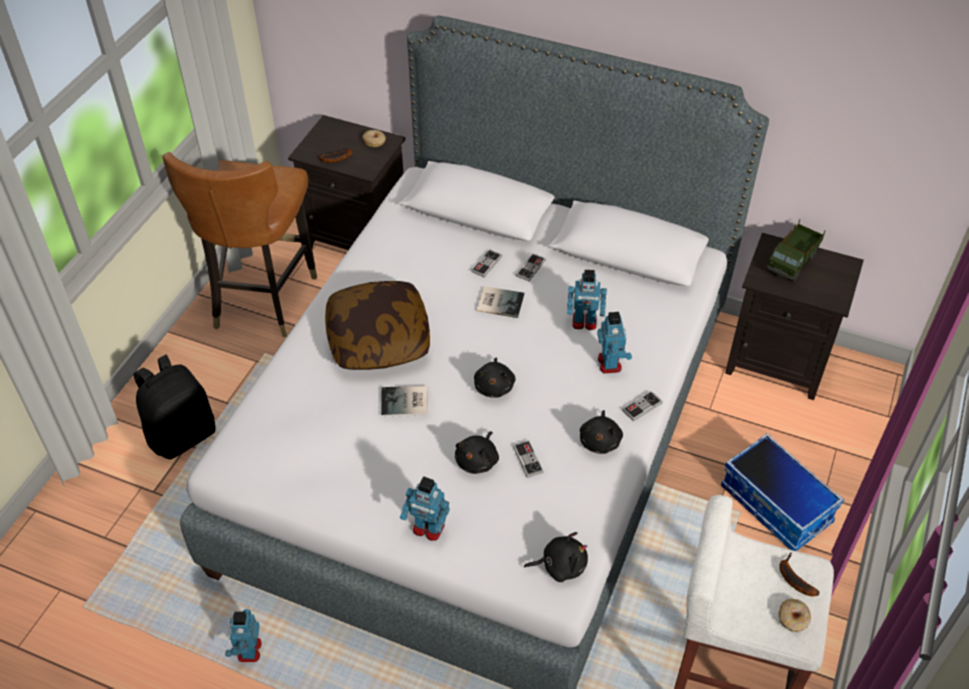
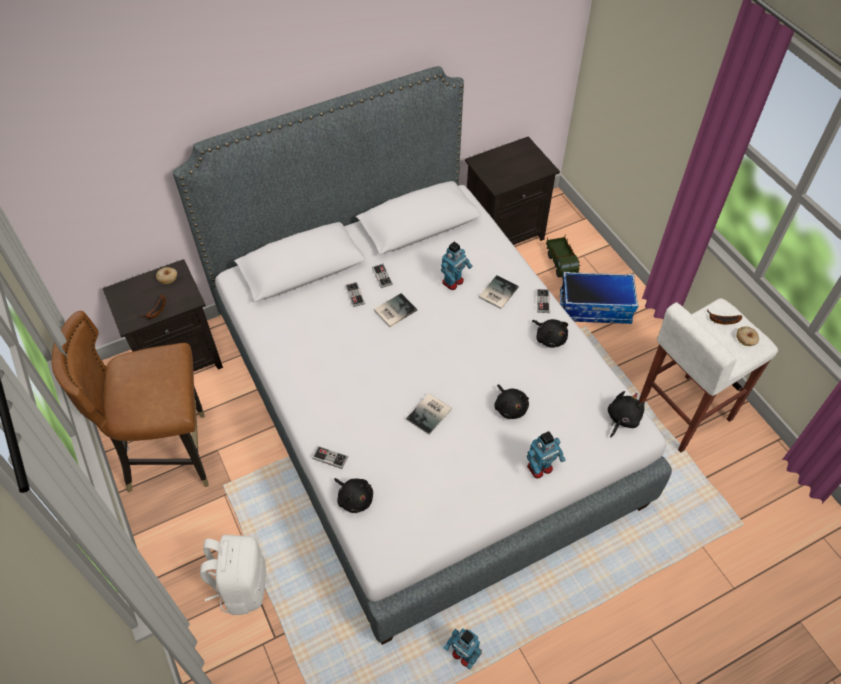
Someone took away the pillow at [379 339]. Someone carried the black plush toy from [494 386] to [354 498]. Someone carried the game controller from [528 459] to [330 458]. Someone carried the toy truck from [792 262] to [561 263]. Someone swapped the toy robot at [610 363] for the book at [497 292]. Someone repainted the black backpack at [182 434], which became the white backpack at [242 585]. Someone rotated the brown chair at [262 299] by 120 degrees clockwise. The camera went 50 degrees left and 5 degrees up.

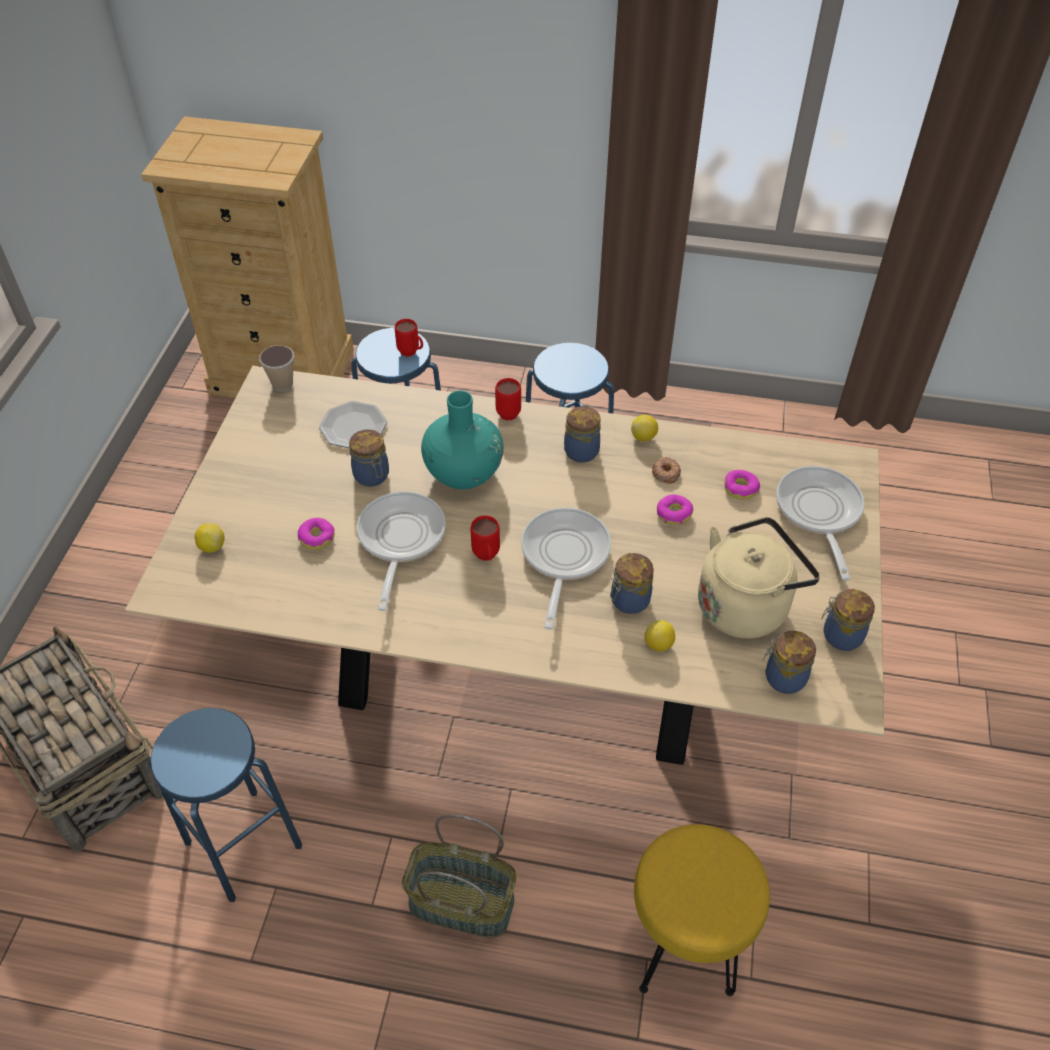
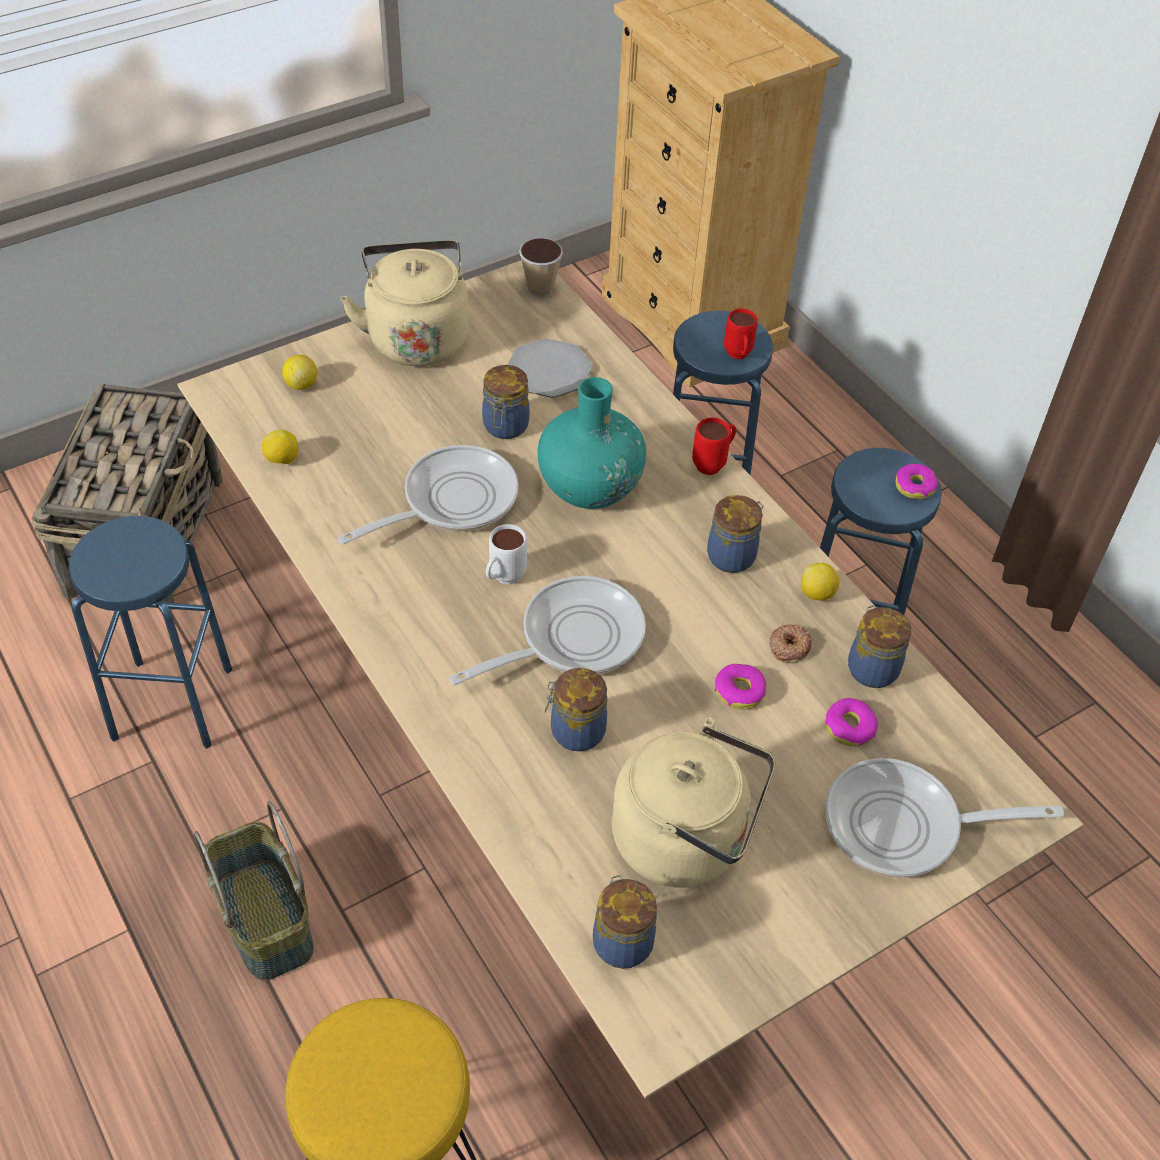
Someone put down the beige kettle at [416 336]. Someone carried the donut from [317 537] to [914 486]. Someone carried the lemon from [658 644] to [282 460]. Someone carried the jar from [840 635] to [871 668]. Someone repainted the red mug at [486 557], which became the white mug at [503 579]. Someone rotated the frying pan at [819 513] by 135 degrees counterclockwise. The camera went 45 degrees right and 0 degrees up.

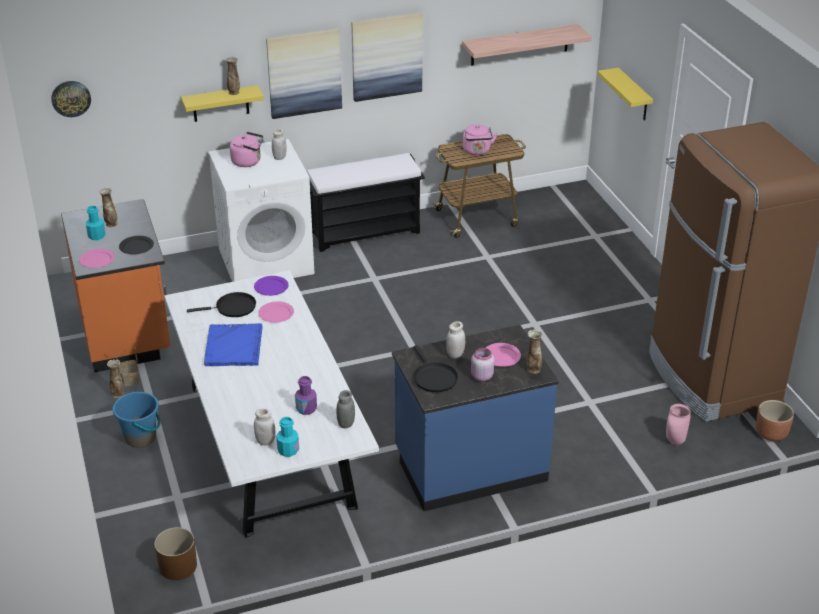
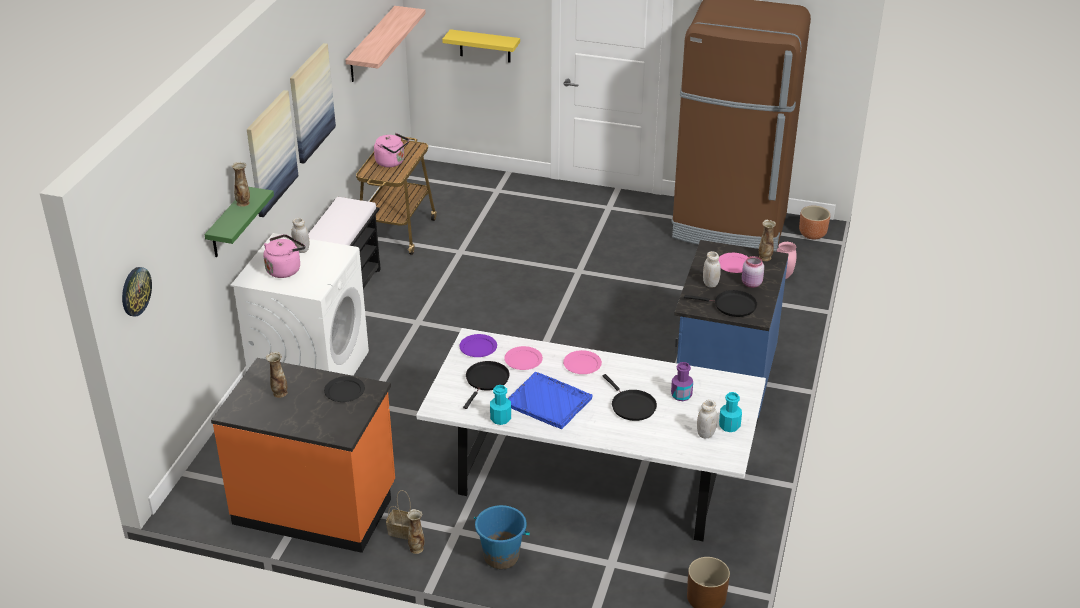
Someone took away the grey jar at [346 423]. Someone put down the black frying pan at [631 406]. Someone carried the pink plate from [97 260] to [582 364]. Someone carried the turquoise bottle from [96 236] to [500 418]. Someone repainted the yellow shelf at [220 104], which became the green shelf at [228 224]. The camera went 55 degrees left and 0 degrees up.

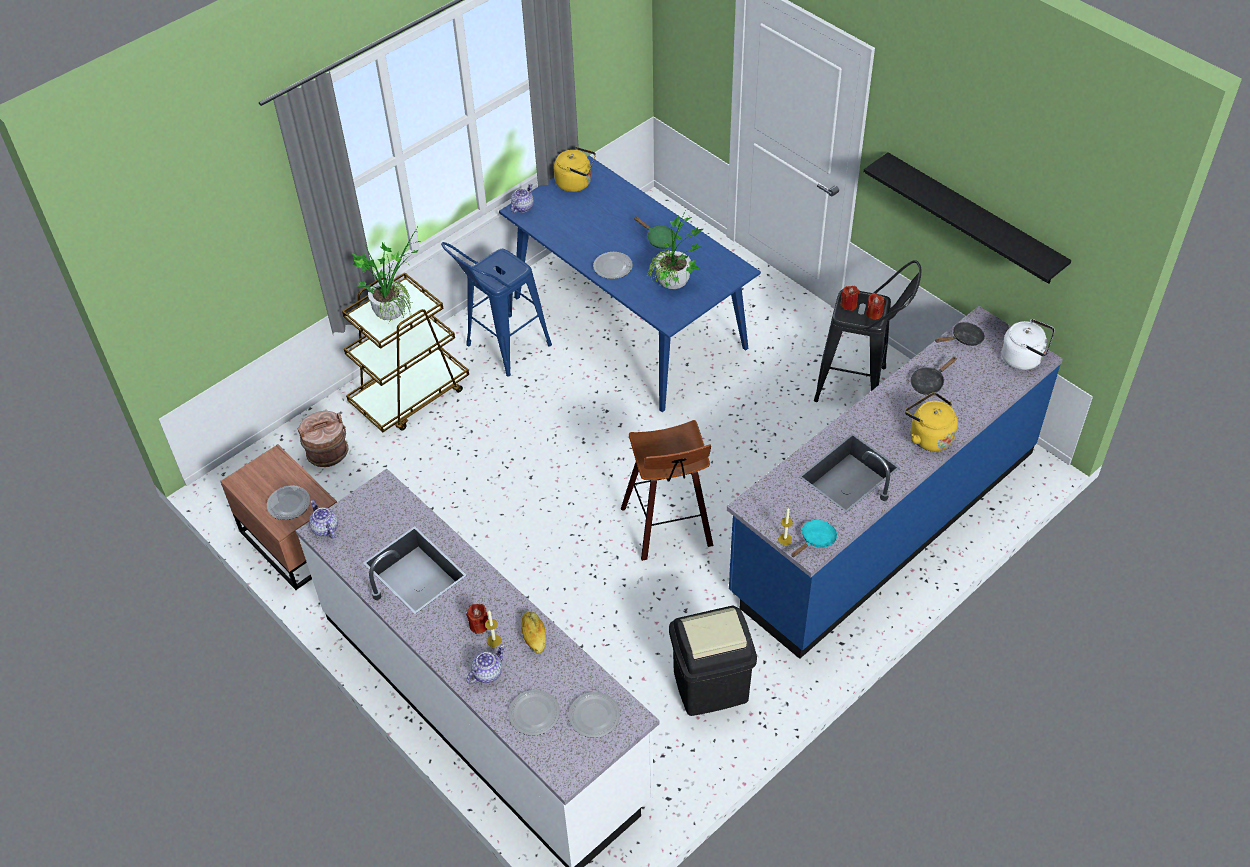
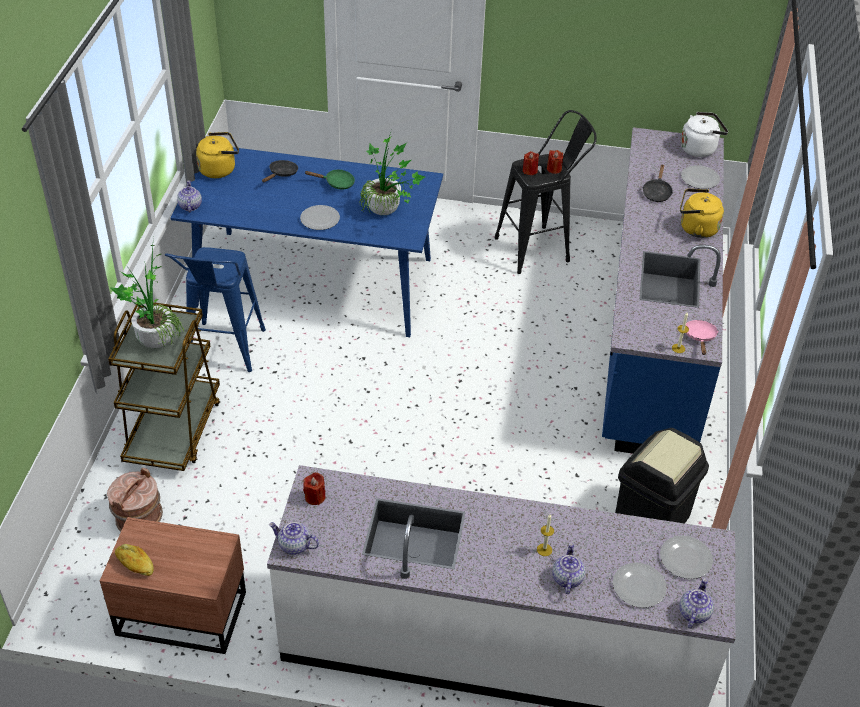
Someone took away the stool at [670 528]. Someone took away the black shelf at [973 219]. Someone put down the teapot at [693 613]. Someone carried the plate from [288 504] to [699 179]. Someone carried the red candle from [479 625] to [315 497]. Someone carried the bread from [534 635] to [135 564]. Someone carried the black frying pan from [964 339] to [282 174]. Someone repainted the turquoise frying pan at [816 540], which became the pink frying pan at [700 337]. The camera went 40 degrees left and 5 degrees down.

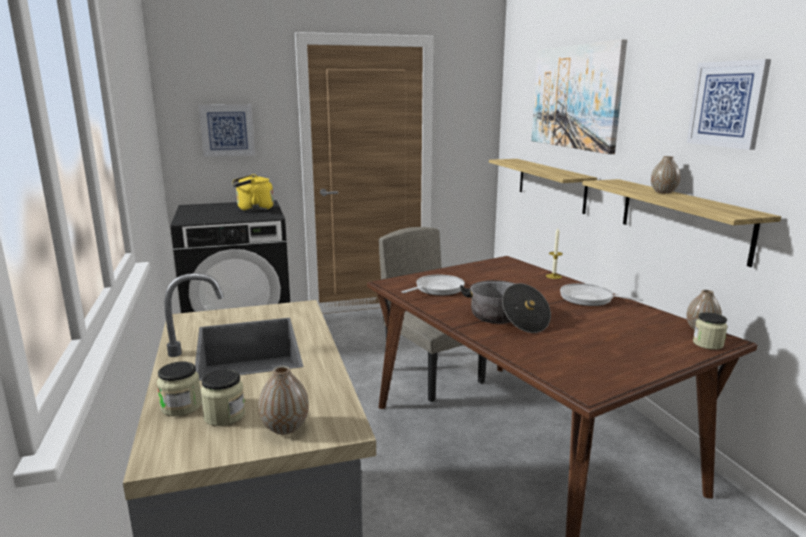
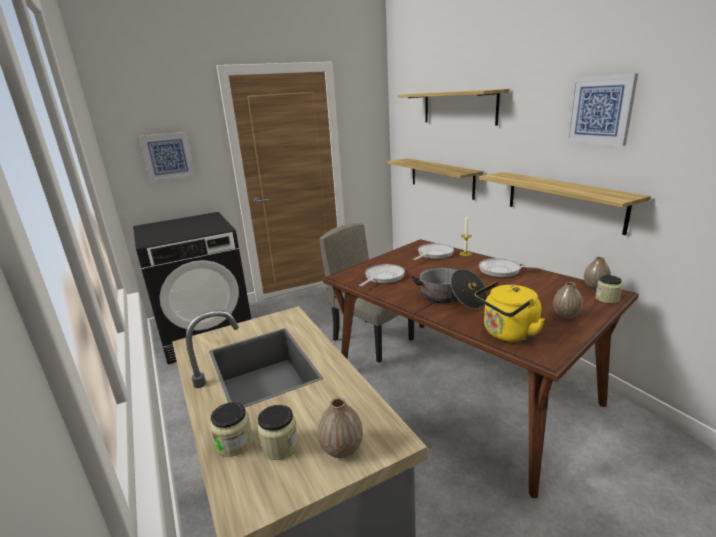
Someone put down the frying pan at [434 254]. Someone carried the yellow kettle from [253 209] to [507 334]. Someone carried the vase from [663 192] to [566 315]. Someone swapped the picture at [575 97] for the shelf at [458 107]. The camera went 10 degrees left and 5 degrees up.

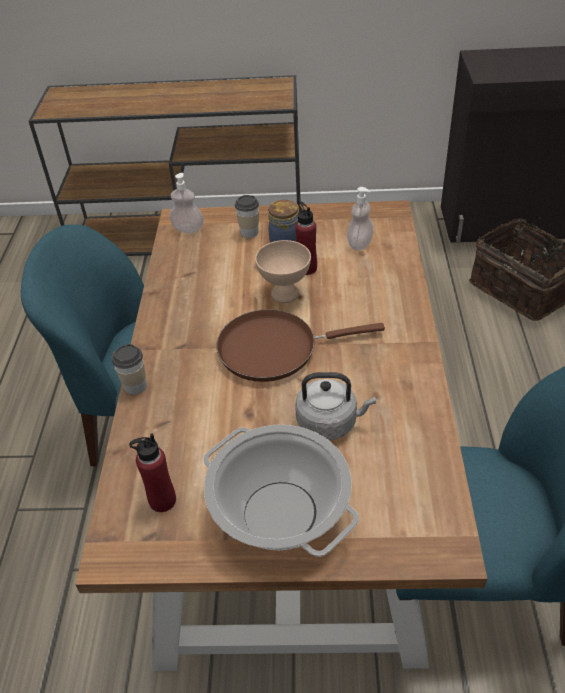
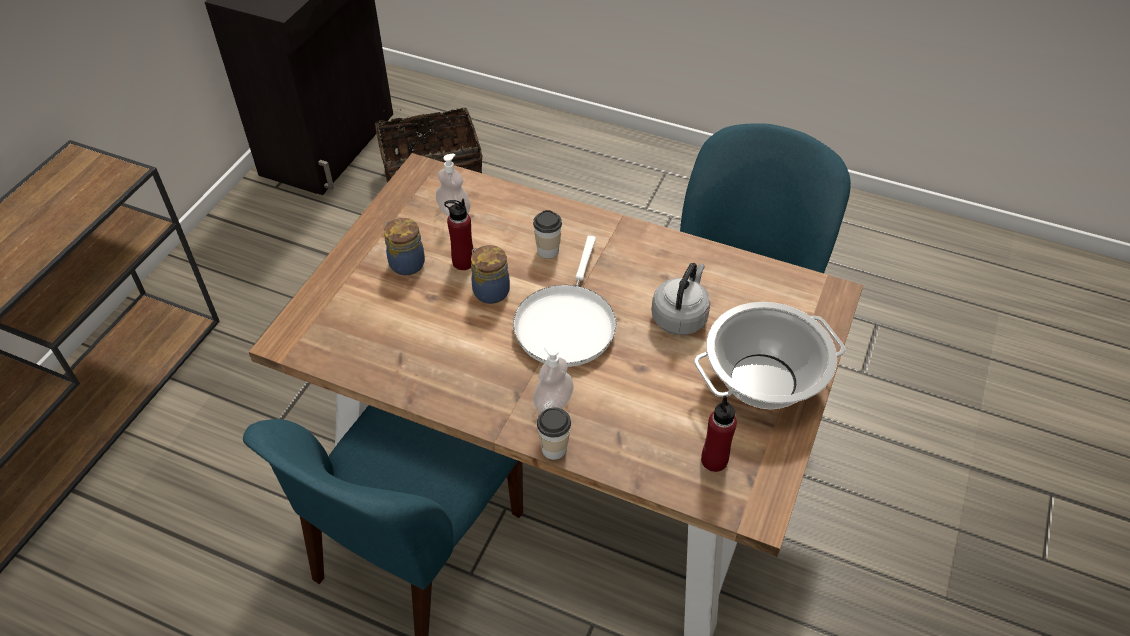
Someone carried the soap dispenser from [188 229] to [553 402]. Someone carried the cup from [249 232] to [548 251]. Someone swapped the beige bowl at [284 293] for the jar at [490 291]. Someone repainted the brown frying pan at [274 349], which became the white frying pan at [566 324]. The camera went 70 degrees left and 5 degrees up.

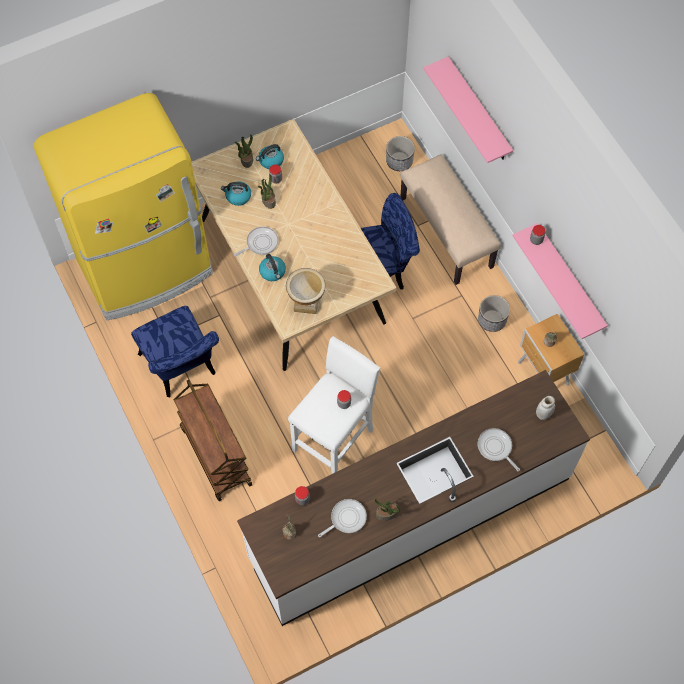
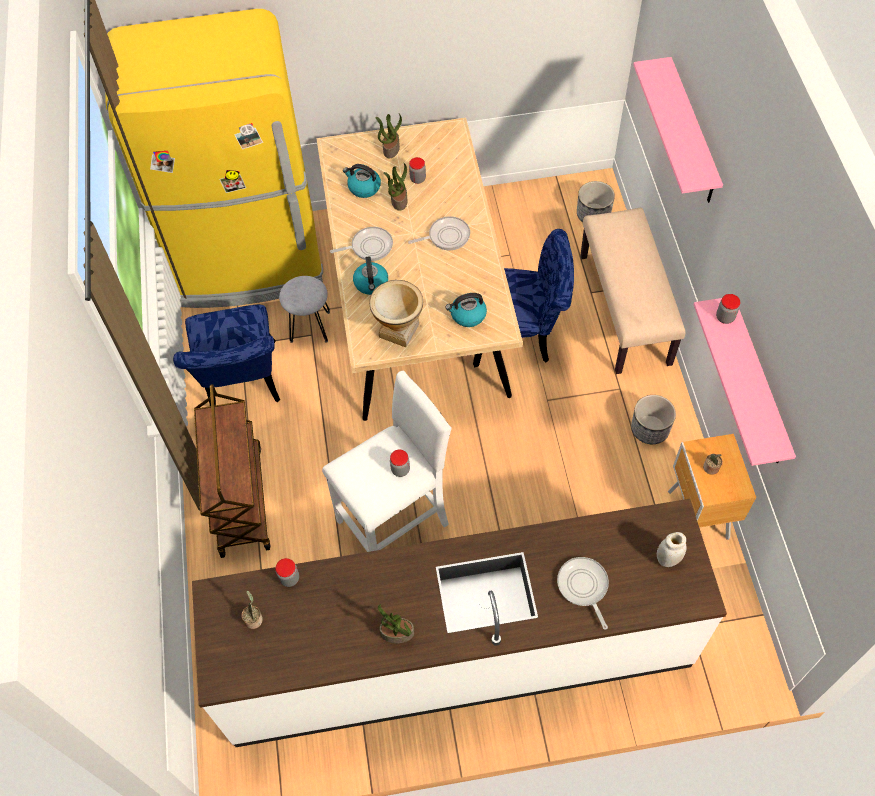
Someone put down the grey stool at [310 326]. Someone carried the kettle from [271 161] to [467 315]. Someone carried the frying pan from [346 518] to [446 236]. The camera went 20 degrees right and 5 degrees down.

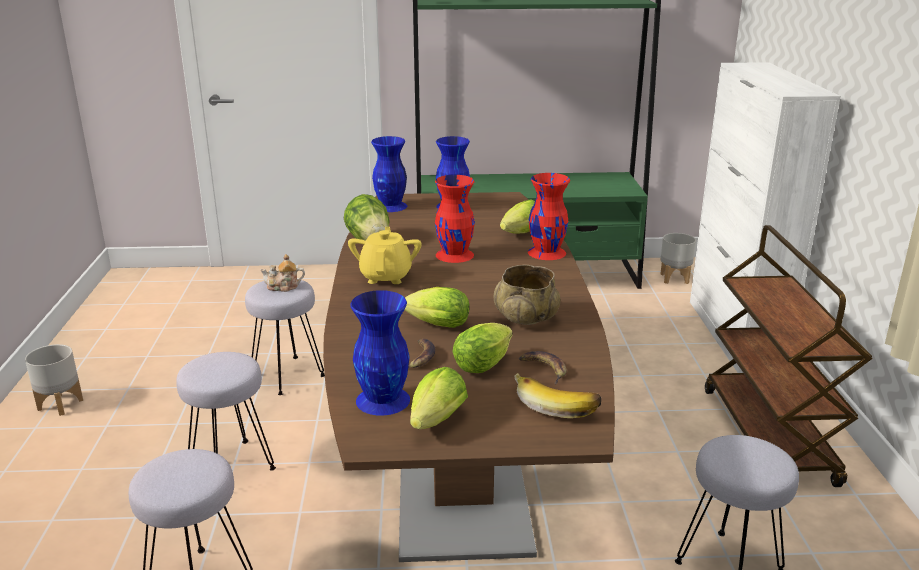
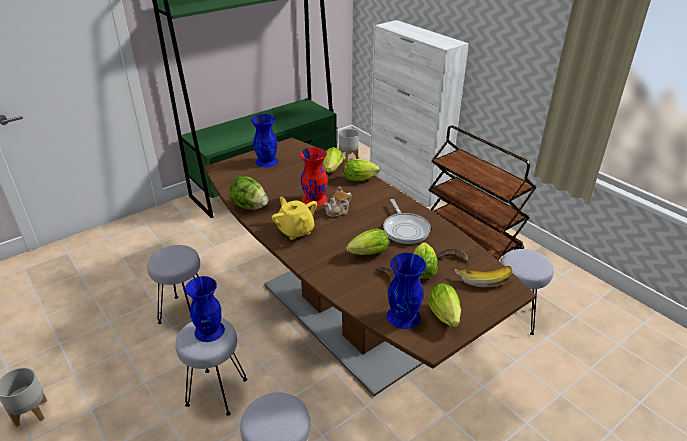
Someone carried the teapot from [283 287] to [338 211]. Someone carried the blue vase from [390 206] to [209 331]. Someone swapped the beige bowl at [526 317] for the frying pan at [405 229]. Someone swapped the red vase at [547 252] for the lettuce at [361 179]. The camera went 35 degrees left and 10 degrees up.

